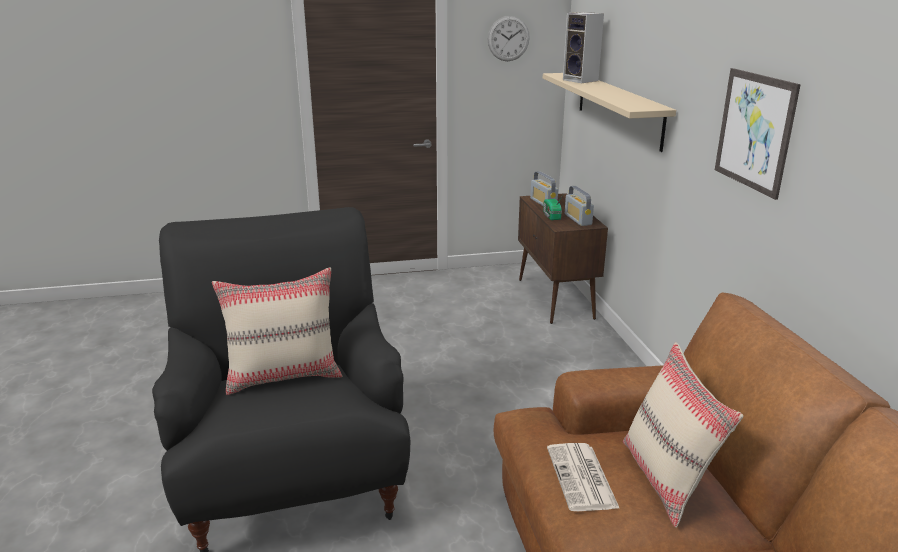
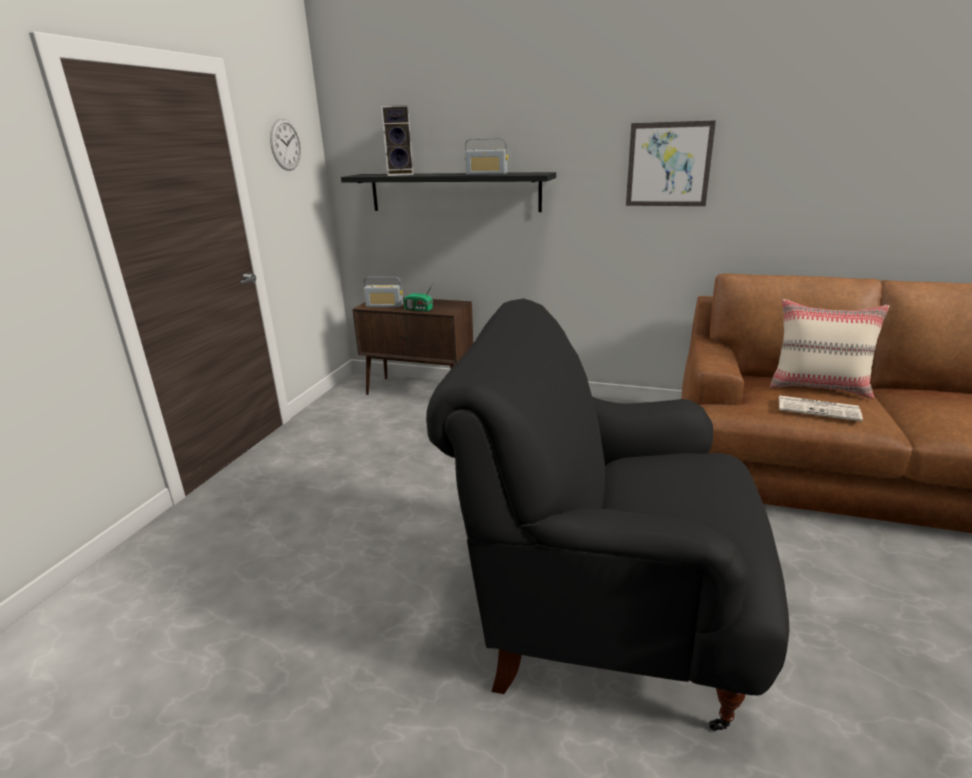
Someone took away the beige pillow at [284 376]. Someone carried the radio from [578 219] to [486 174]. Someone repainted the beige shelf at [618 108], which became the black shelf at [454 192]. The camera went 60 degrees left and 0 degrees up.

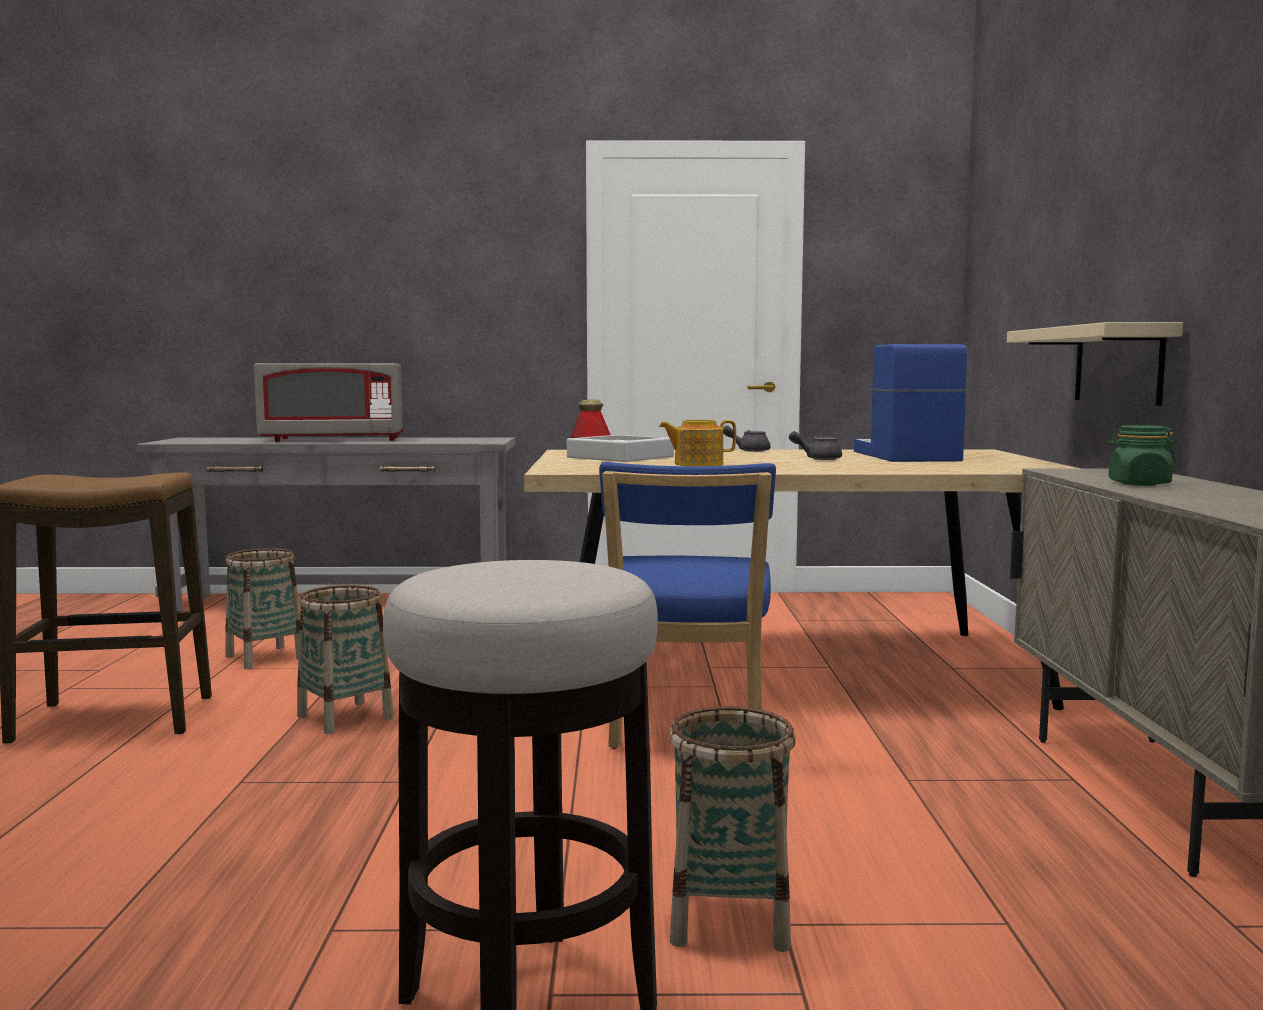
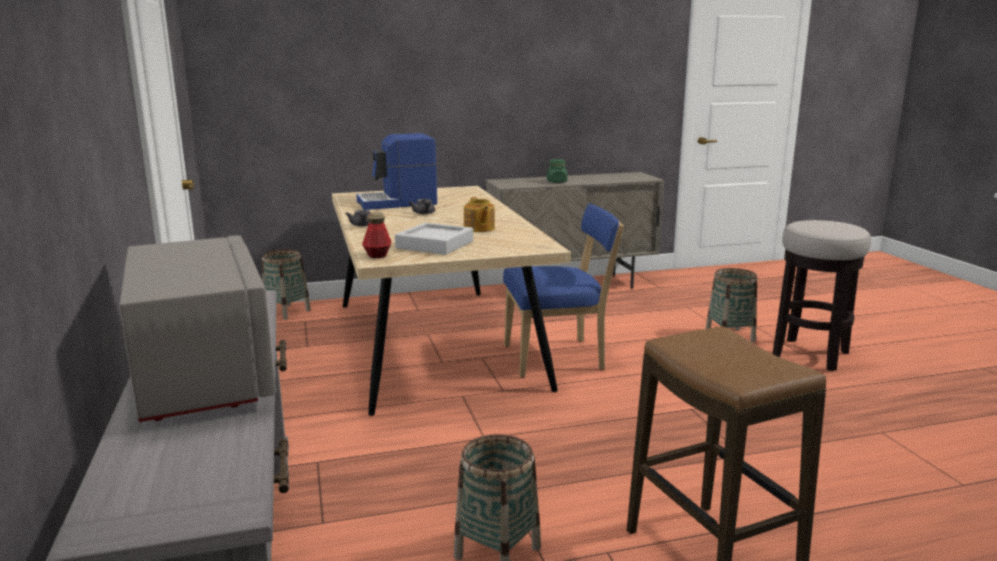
Someone took away the beige shelf at [1118 365]. Someone carried the basket from [345 717] to [287 312]. The camera went 105 degrees left and 10 degrees up.

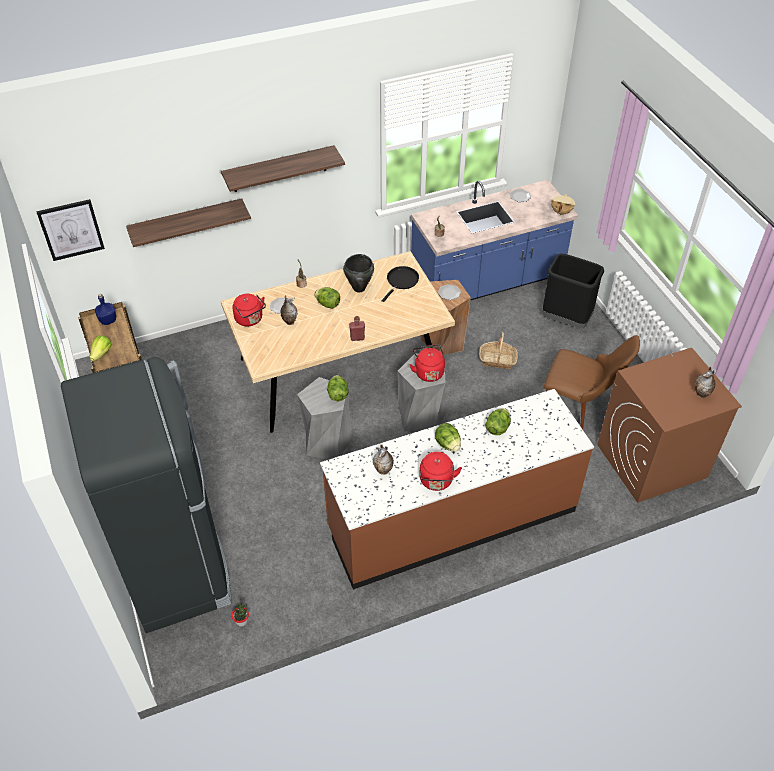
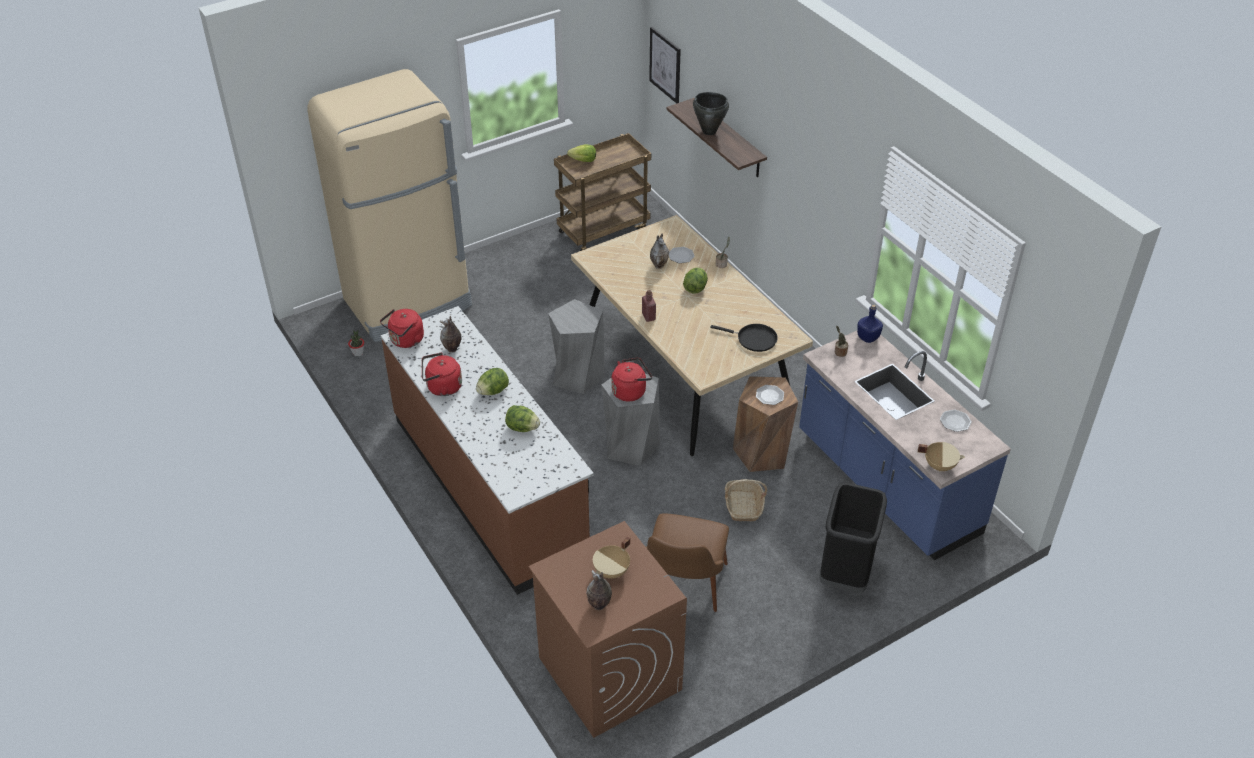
Someone took away the shelf at [279 169]. Someone took away the lettuce at [338 394]. Someone put down the beige cooking pot at [612 571]. Someone carried the blue bottle from [108 320] to [868 338]. Someone carried the red kettle from [250 320] to [405 341]. Someone carried the black cooking pot from [359 288] to [709 131]. Someone repainted the black fridge at [177 570], which became the beige fridge at [409 304]. The camera went 80 degrees right and 5 degrees down.

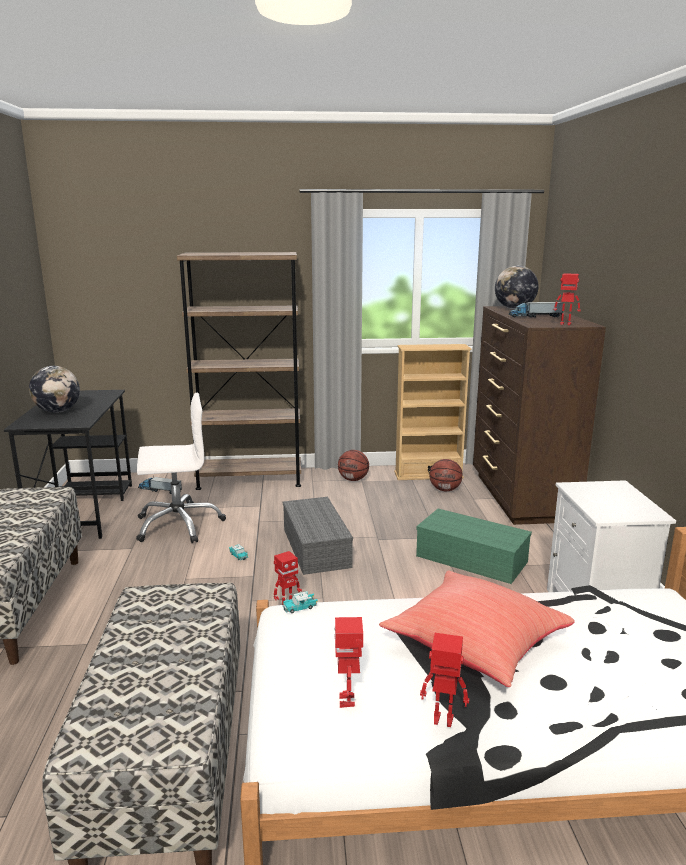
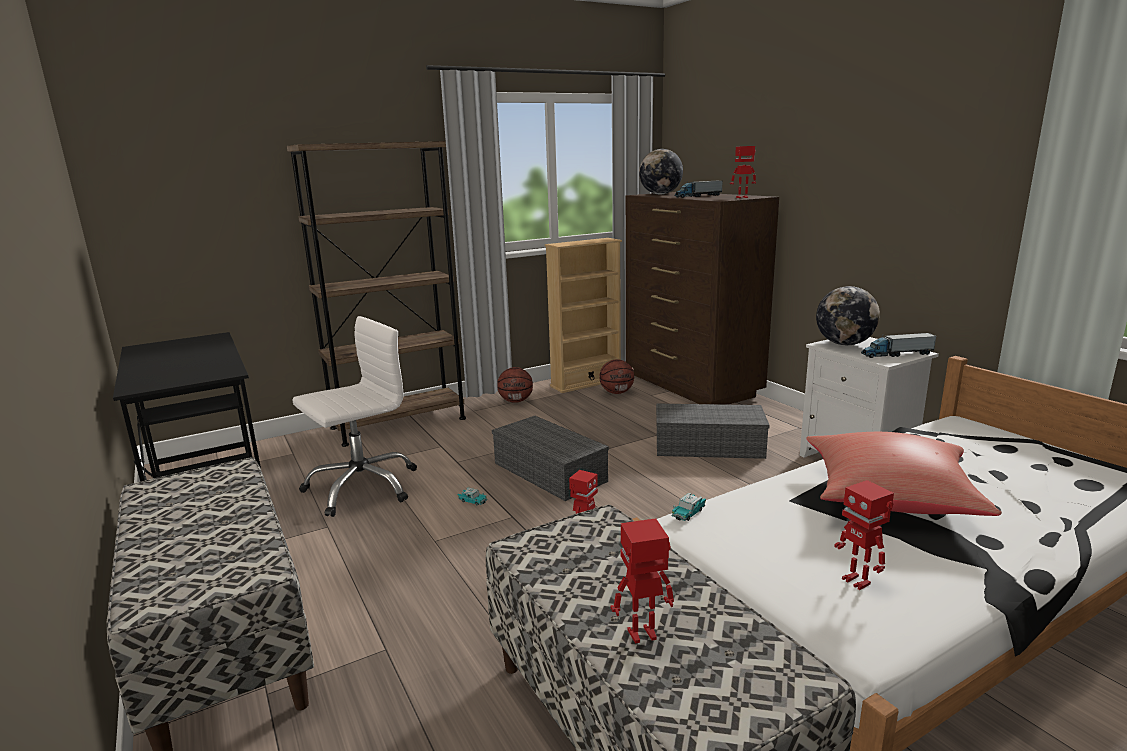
Someone carried the globe from [57 411] to [844 344]. Someone carried the toy truck from [160 490] to [896 354]. Someone carried the toy robot from [443 721] to [643 635]. Someone repainted the green storage box at [473 559], which became the grey storage box at [710 445]. The camera went 25 degrees left and 0 degrees up.

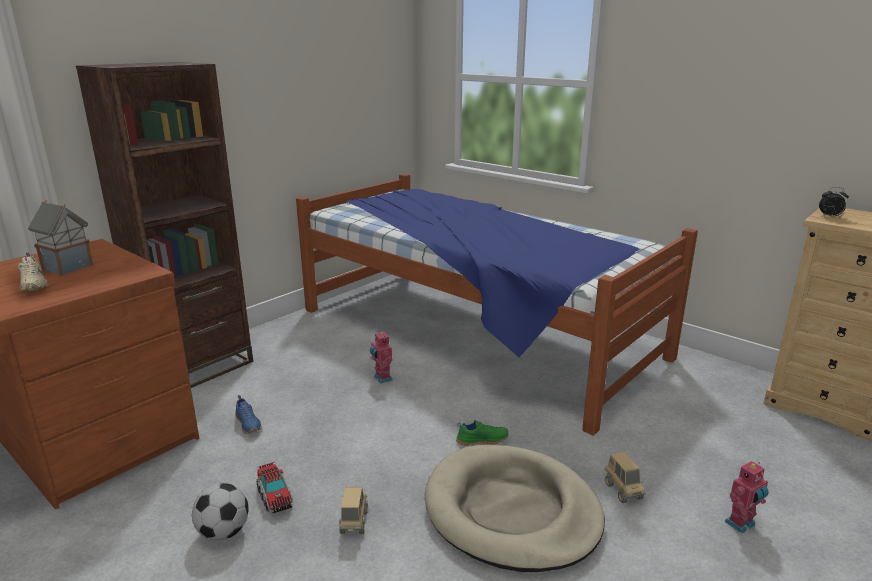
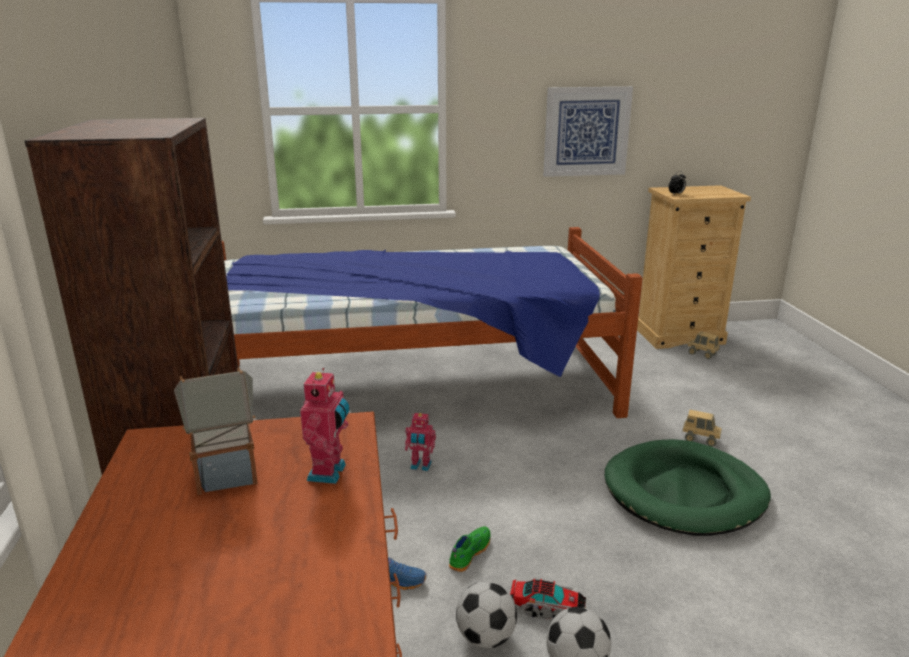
Someone took away the beige shoe at [35 285]. Someone put down the football at [485 637]. Someone put up the picture at [586 131]. Someone carried the toy truck from [354 522] to [702 354]. Someone carried the green shoe from [481 439] to [468 553]. Someone carried the toy robot from [741 524] to [329 473]. Someone repainted the beige dog bed at [511 511], which became the green dog bed at [684 492]. The camera went 50 degrees left and 0 degrees up.

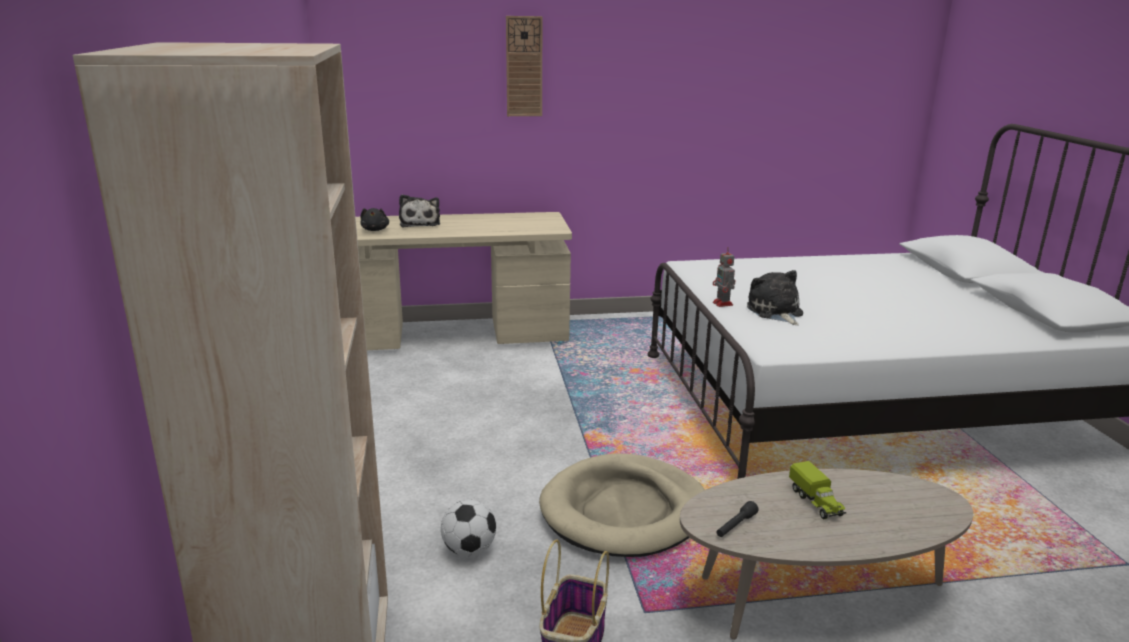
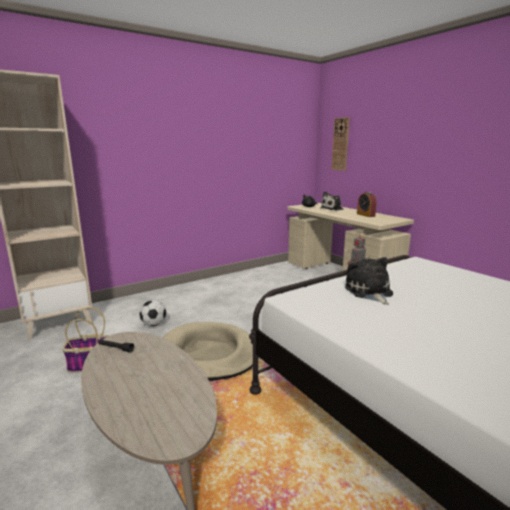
Someone took away the toy truck at [816 502]. Someone put down the alarm clock at [365 215]. Someone carried the wall clock from [524 67] to [340 144]. Someone rotated the plush toy at [775 312] by 60 degrees counterclockwise. The camera went 65 degrees right and 5 degrees down.

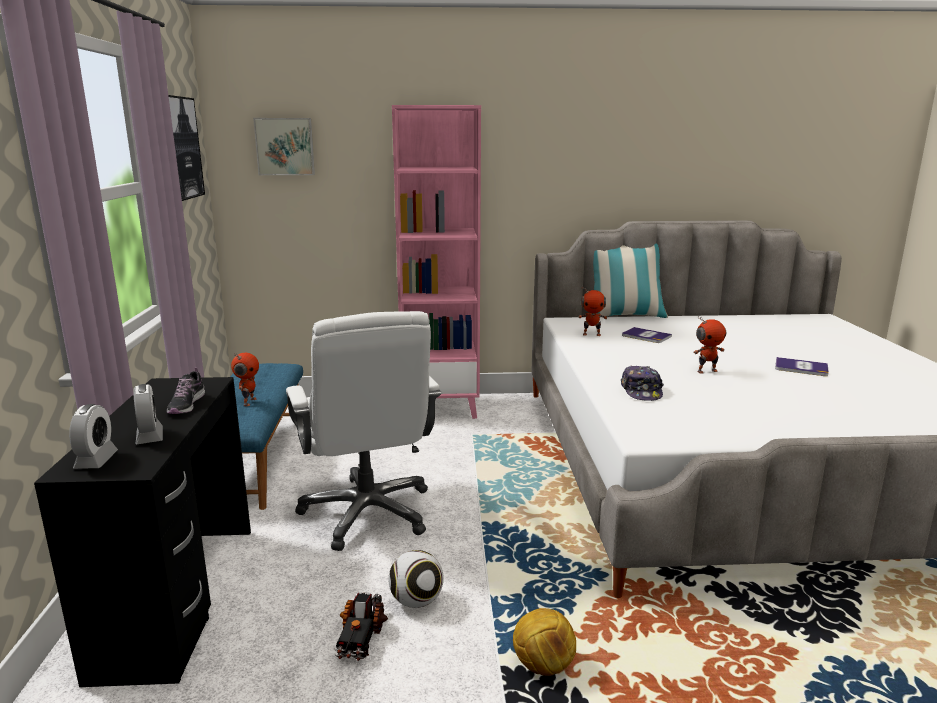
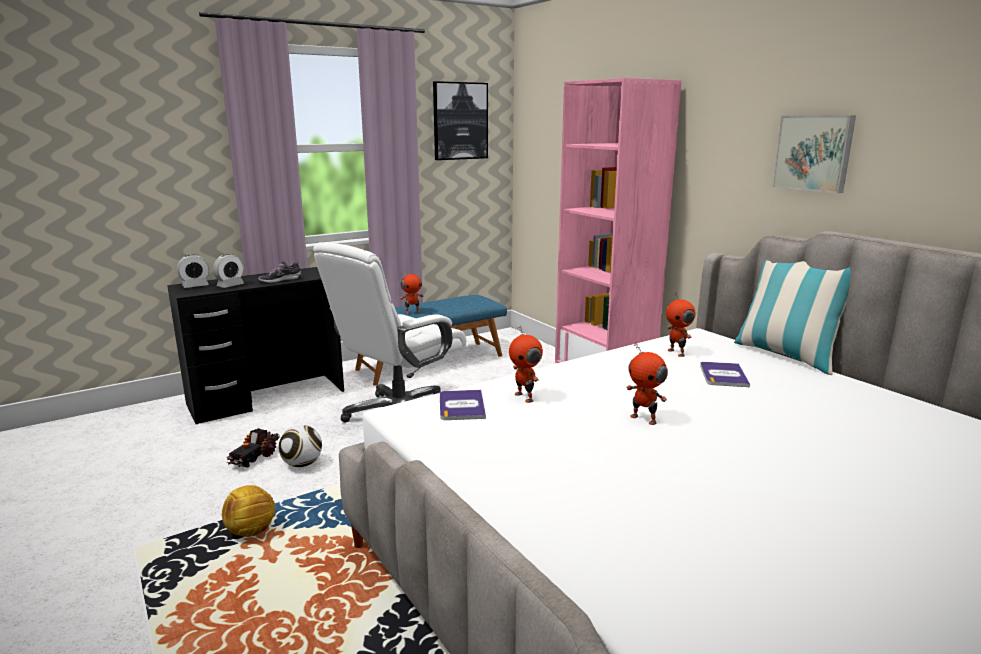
Someone carried the picture from [285 146] to [814 153]. Someone carried the book from [801 368] to [461 406]. Someone swapped the cap at [641 391] for the toy robot at [525 397]. Someone rotated the toy truck at [360 637] by 45 degrees counterclockwise. The camera went 60 degrees right and 0 degrees up.

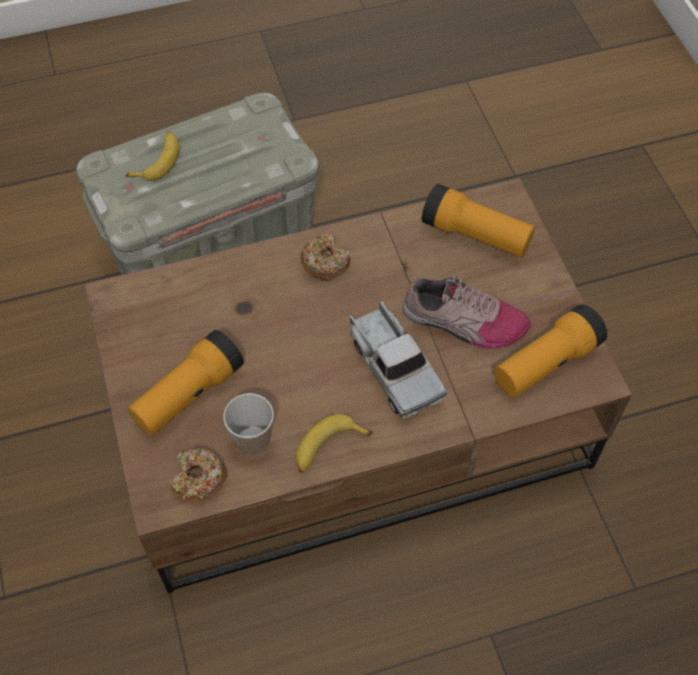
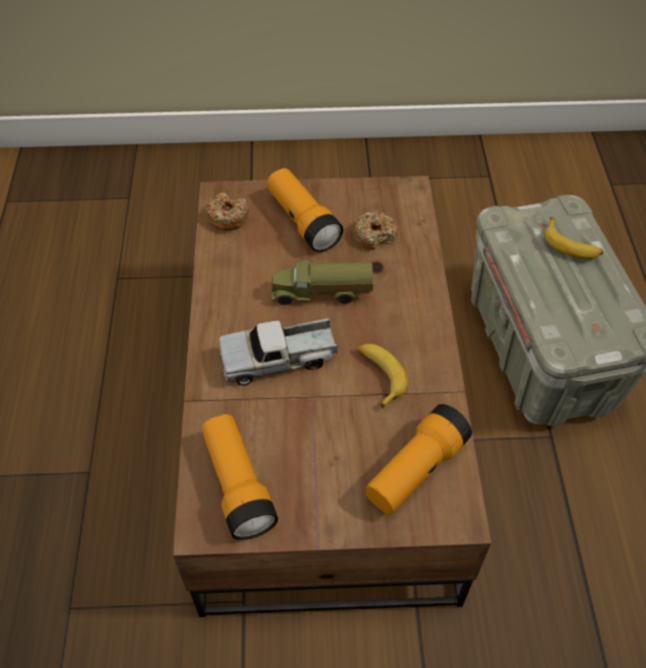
Someone took away the cup at [253 441]. Someone took away the shoe at [463 322]. Someone put down the toy truck at [321 294]. Someone carried the banana from [327 448] to [379 375]. Someone carried the donut from [325 262] to [375 235]. The camera went 105 degrees right and 5 degrees down.

